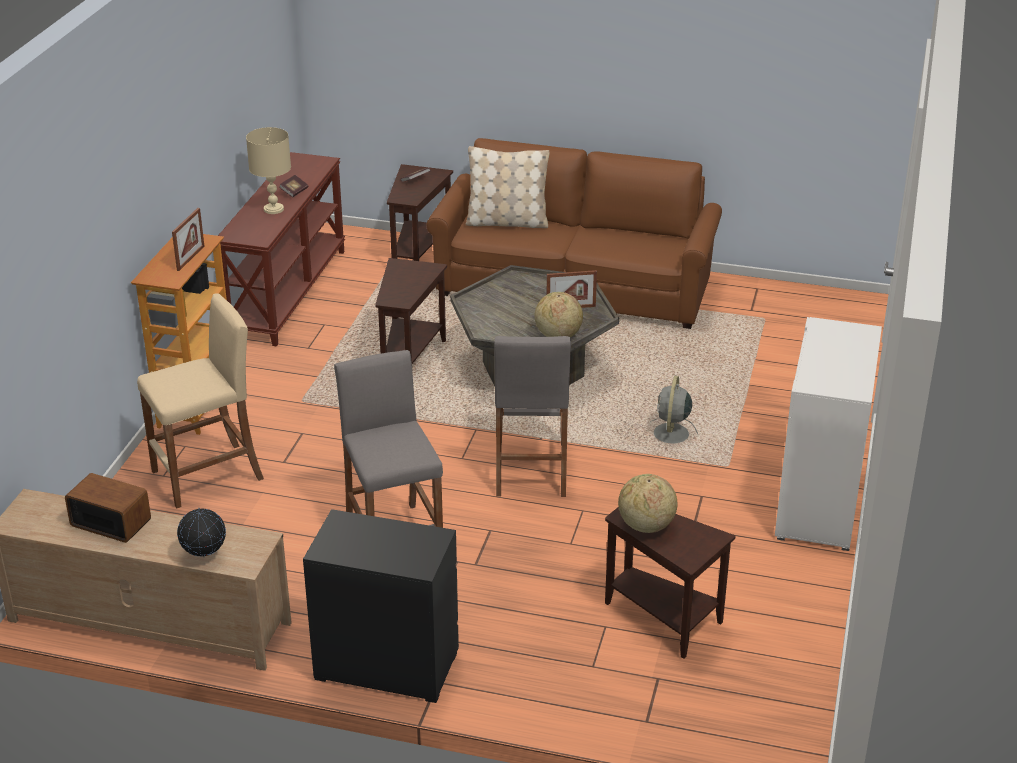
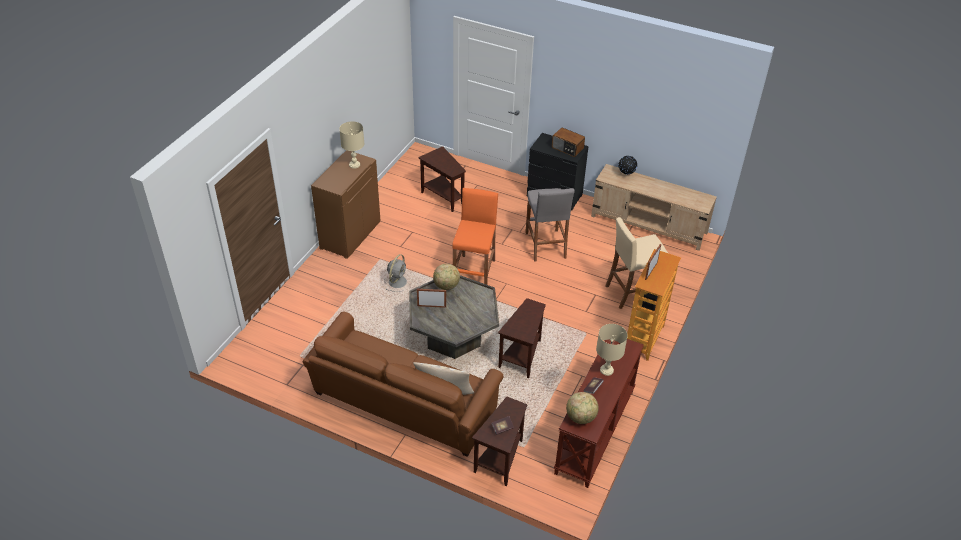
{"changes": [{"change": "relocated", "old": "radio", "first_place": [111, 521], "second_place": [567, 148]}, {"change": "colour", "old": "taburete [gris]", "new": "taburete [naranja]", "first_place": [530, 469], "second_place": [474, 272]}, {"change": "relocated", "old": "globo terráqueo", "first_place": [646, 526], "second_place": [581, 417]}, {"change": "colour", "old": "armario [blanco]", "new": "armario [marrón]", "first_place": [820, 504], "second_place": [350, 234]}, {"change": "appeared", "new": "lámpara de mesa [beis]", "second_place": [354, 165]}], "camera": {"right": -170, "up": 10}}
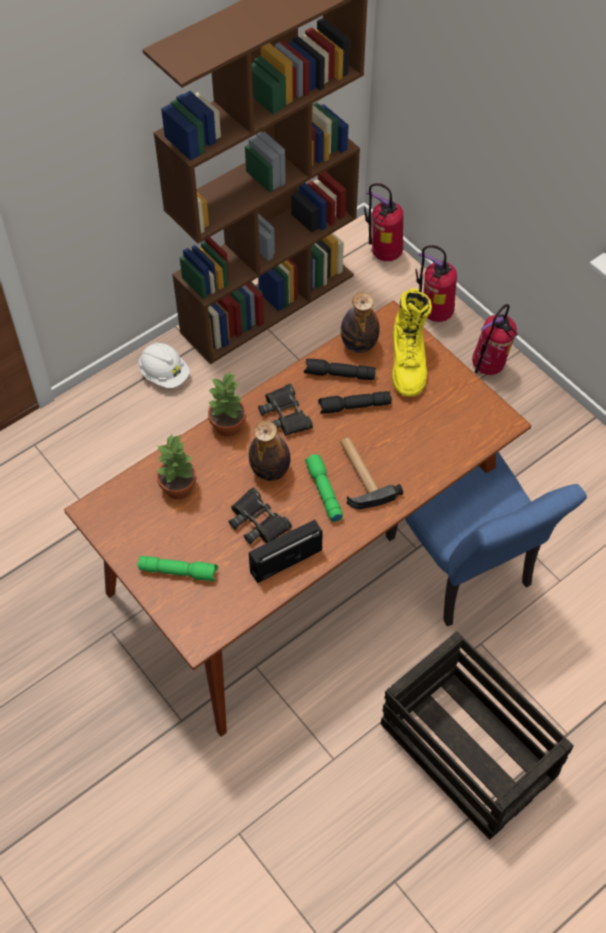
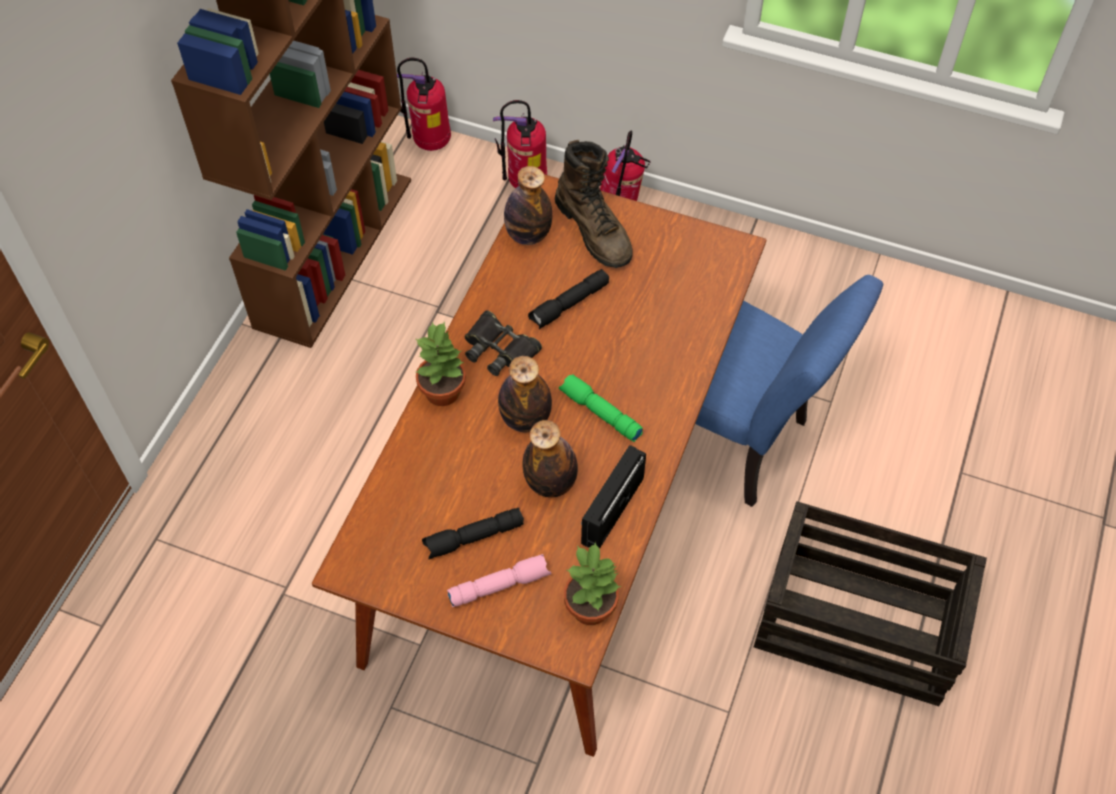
{"changes": [{"change": "colour", "old": "linterna [verde]", "new": "linterna [rosa]", "first_place": [179, 571], "second_place": [499, 584]}, {"change": "missing", "old": "casco [blanco]", "first_place": [164, 374]}, {"change": "relocated", "old": "planta en maceta", "first_place": [179, 487], "second_place": [591, 607]}, {"change": "exchanged", "old": "prismáticos [negro]", "new": "botella", "first_place": [258, 521], "second_place": [550, 482]}, {"change": "relocated", "old": "linterna [negro]", "first_place": [339, 375], "second_place": [473, 538]}, {"change": "missing", "old": "martillo", "first_place": [360, 475]}, {"change": "colour", "old": "bota [amarillo]", "new": "bota [marrón]", "first_place": [408, 362], "second_place": [594, 230]}], "camera": {"right": -30, "up": 0}}
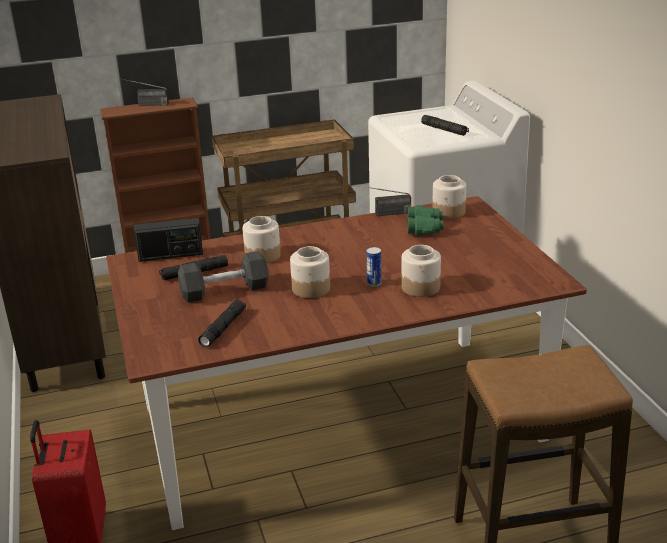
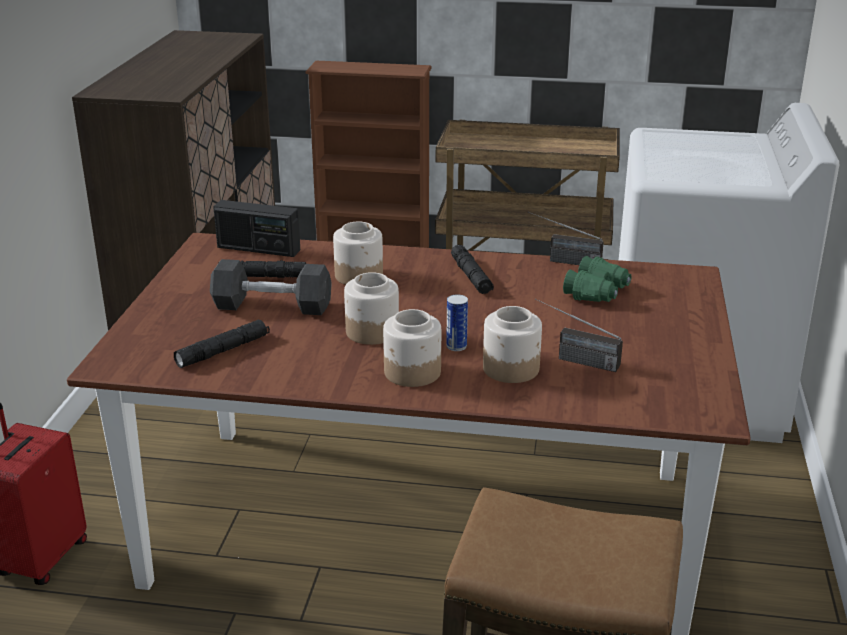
{"changes": [{"change": "relocated", "old": "radio", "first_place": [145, 105], "second_place": [573, 359]}, {"change": "relocated", "old": "linterna [negro]", "first_place": [444, 130], "second_place": [471, 276]}, {"change": "relocated", "old": "tarro", "first_place": [449, 212], "second_place": [412, 373]}], "camera": {"right": 25, "up": 0}}
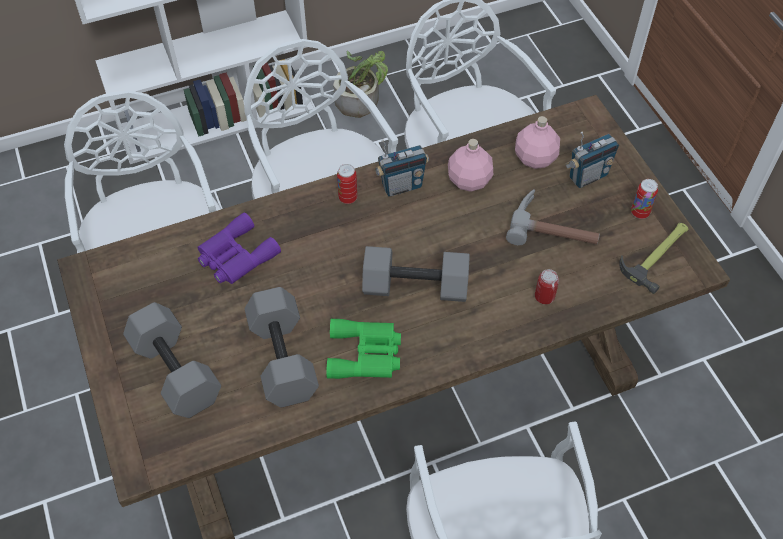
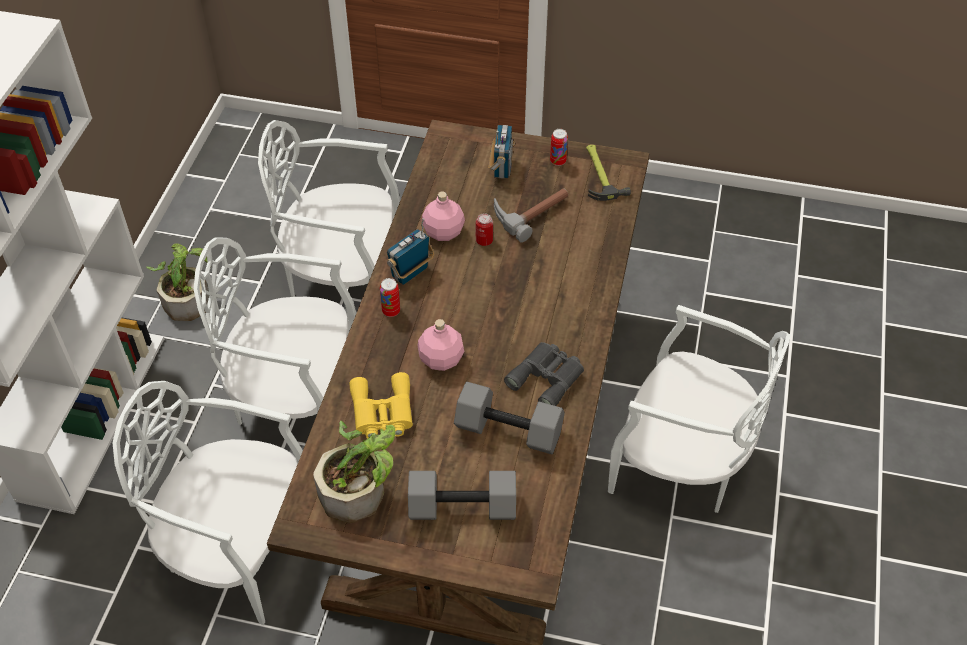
{"changes": [{"change": "colour", "old": "prismáticos [morado]", "new": "prismáticos [amarillo]", "first_place": [235, 256], "second_place": [382, 413]}, {"change": "colour", "old": "prismáticos [verde]", "new": "prismáticos [gris]", "first_place": [366, 354], "second_place": [547, 377]}, {"change": "missing", "old": "mancuerna [gris]", "first_place": [414, 288]}, {"change": "spun", "old": "radio", "first_place": [401, 186], "second_place": [410, 273], "degrees": -150}, {"change": "relocated", "old": "botella [rosa]", "first_place": [535, 158], "second_place": [441, 359]}, {"change": "relocated", "old": "lata", "first_place": [544, 297], "second_place": [484, 240]}, {"change": "appeared", "new": "planta en maceta", "second_place": [360, 489]}], "camera": {"right": -55, "up": -5}}
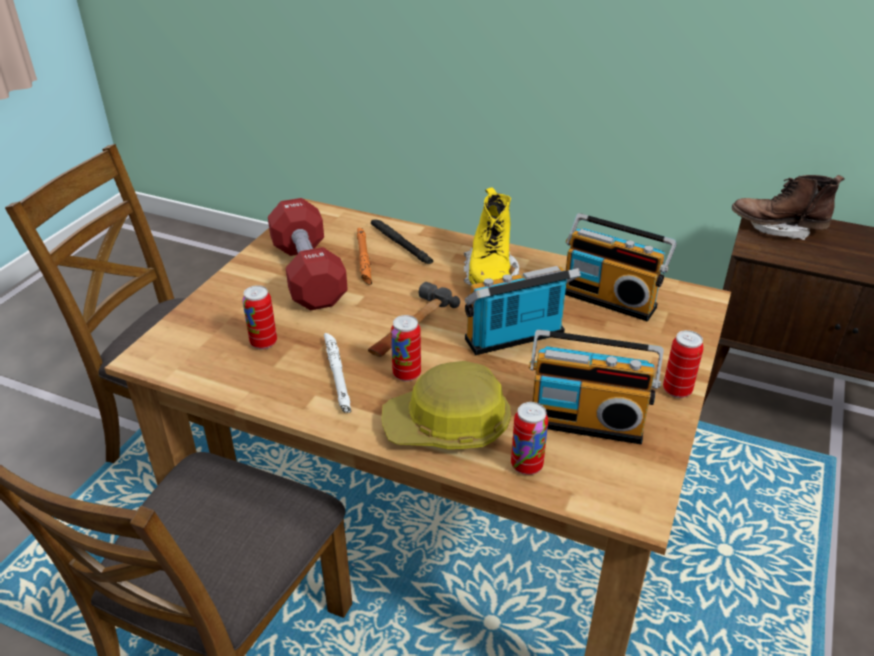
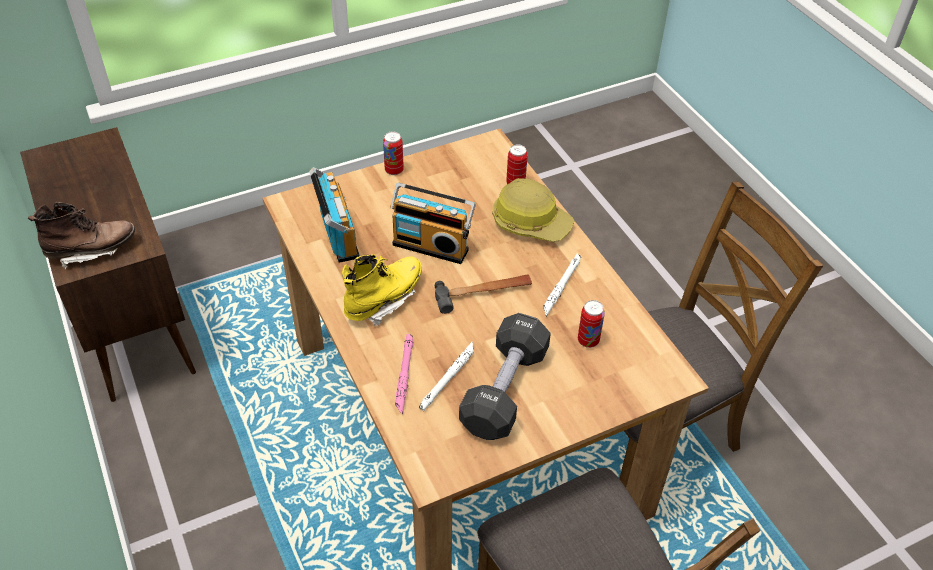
{"changes": [{"change": "colour", "old": "mancuerna [rojo]", "new": "mancuerna [negro]", "first_place": [308, 274], "second_place": [504, 390]}, {"change": "colour", "old": "linterna [naranja]", "new": "linterna [blanco]", "first_place": [364, 259], "second_place": [448, 378]}, {"change": "colour", "old": "linterna [negro]", "new": "linterna [rosa]", "first_place": [401, 245], "second_place": [404, 375]}, {"change": "missing", "old": "lata", "first_place": [406, 374]}, {"change": "missing", "old": "radio", "first_place": [586, 420]}, {"change": "spun", "old": "bota [marrón]", "first_place": [777, 228], "second_place": [92, 250], "degrees": -75}], "camera": {"right": -140, "up": 10}}
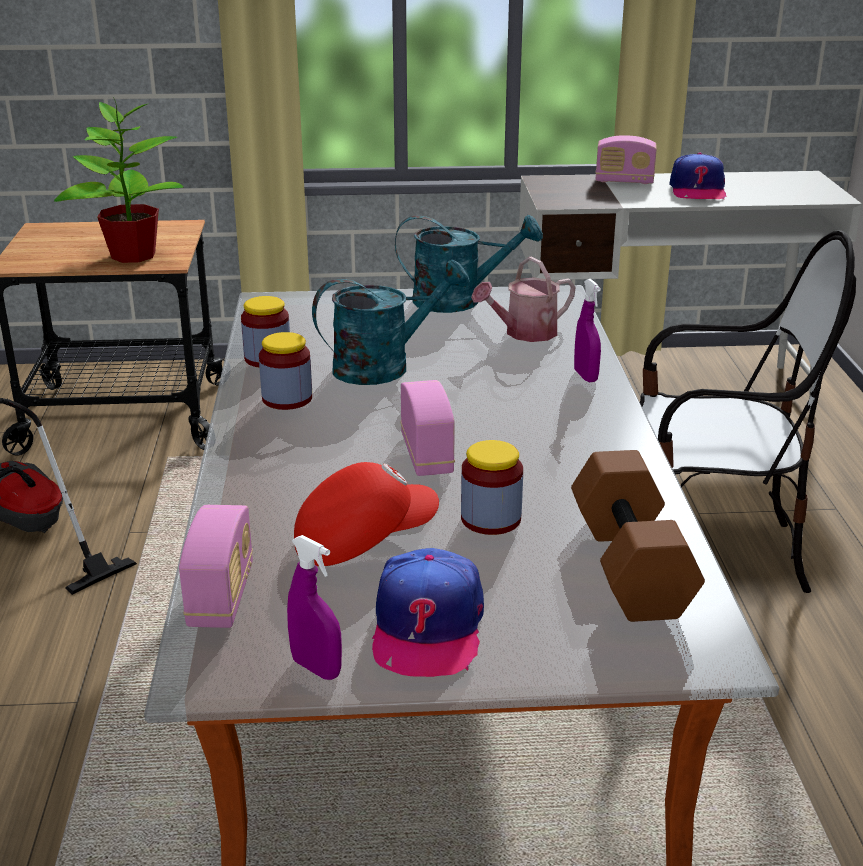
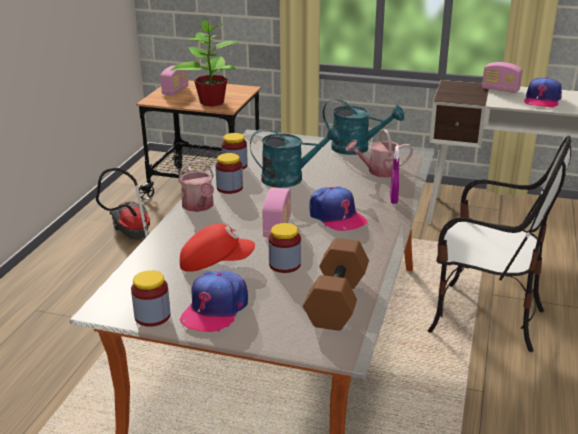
{"changes": [{"change": "relocated", "old": "radio", "first_place": [221, 597], "second_place": [175, 91]}, {"change": "exchanged", "old": "pulverizador [morado]", "new": "tarro", "first_place": [316, 668], "second_place": [152, 316]}, {"change": "appeared", "new": "regadera", "second_place": [199, 206]}, {"change": "appeared", "new": "gorra", "second_place": [336, 216]}], "camera": {"right": 20, "up": 0}}
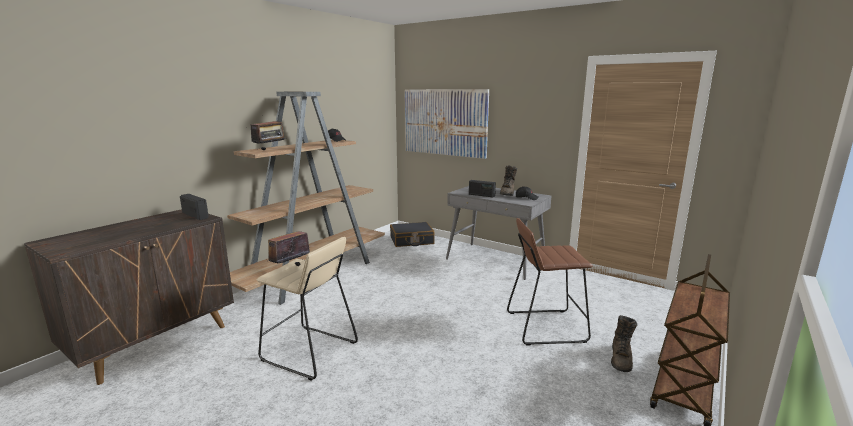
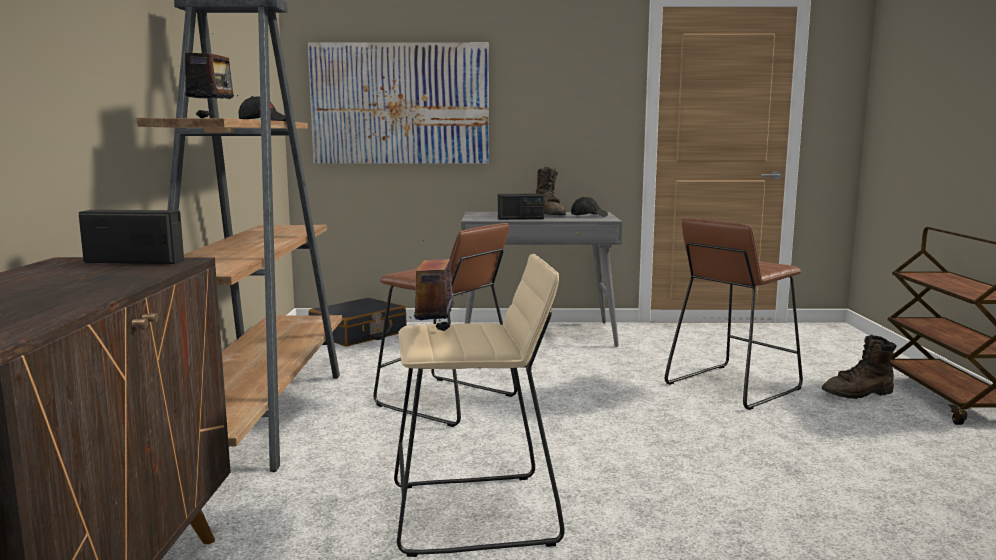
{"changes": [{"change": "spun", "old": "bota [marrón]", "first_place": [621, 359], "second_place": [858, 394], "degrees": 90}, {"change": "appeared", "new": "taburete [marrón]", "second_place": [445, 401]}], "camera": {"right": -35, "up": -5}}
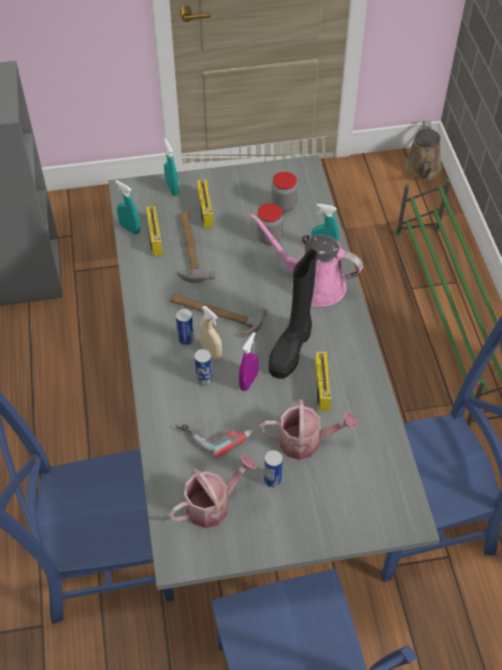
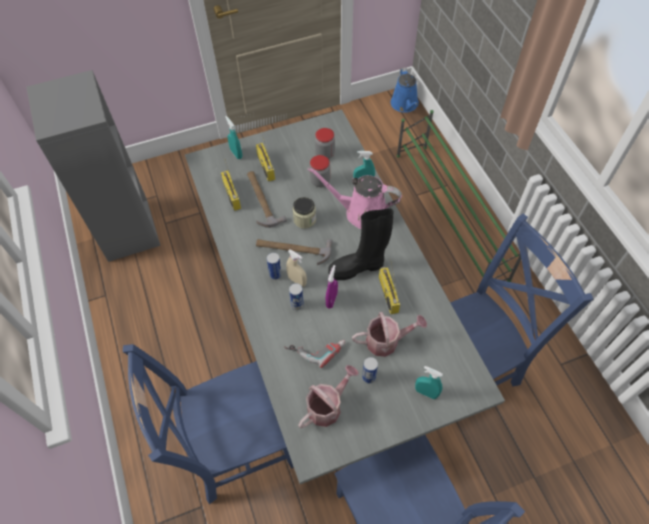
{"changes": [{"change": "relocated", "old": "pulverizador [turquesa]", "first_place": [130, 229], "second_place": [426, 392]}, {"change": "spun", "old": "bota [negro]", "first_place": [291, 348], "second_place": [358, 267], "degrees": 60}, {"change": "colour", "old": "regadera [marrón]", "new": "regadera [azul]", "first_place": [422, 170], "second_place": [405, 105]}, {"change": "appeared", "new": "tarro", "second_place": [304, 219]}], "camera": {"right": -10, "up": 5}}
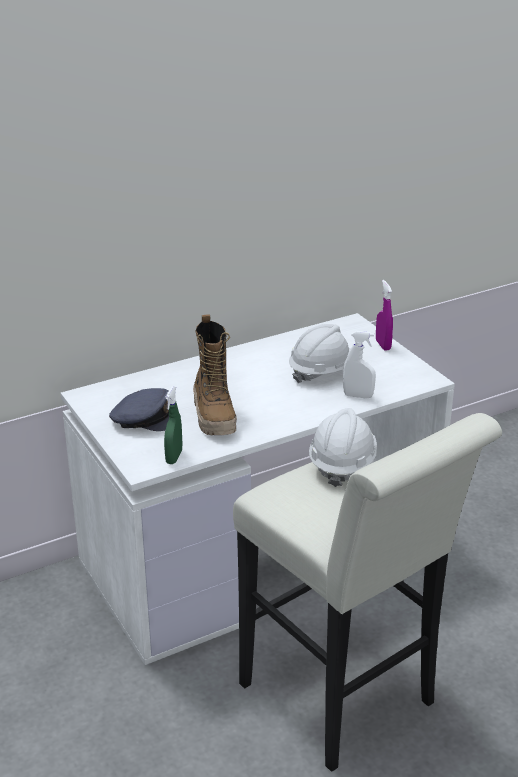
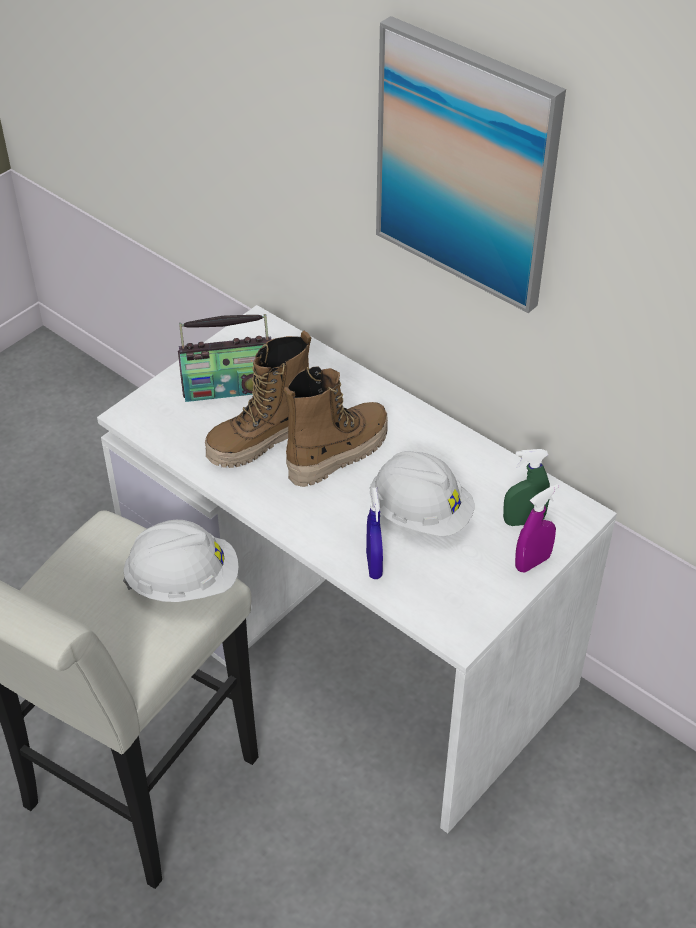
{"changes": [{"change": "exchanged", "old": "gorra [gris]", "new": "radio", "first_place": [144, 419], "second_place": [229, 385]}, {"change": "relocated", "old": "pulverizador [verde]", "first_place": [174, 457], "second_place": [523, 521]}, {"change": "colour", "old": "pulverizador [blanco]", "new": "pulverizador [azul]", "first_place": [358, 396], "second_place": [374, 565]}, {"change": "appeared", "new": "bota", "second_place": [337, 453]}, {"change": "appeared", "new": "cuadro", "second_place": [466, 165]}], "camera": {"right": 70, "up": 15}}
